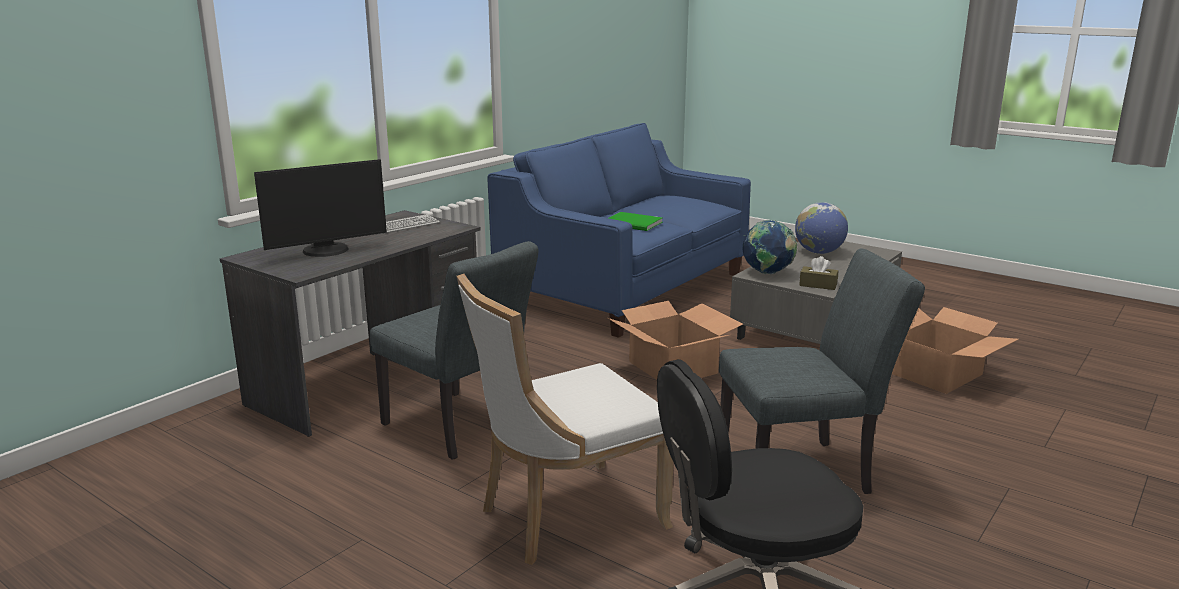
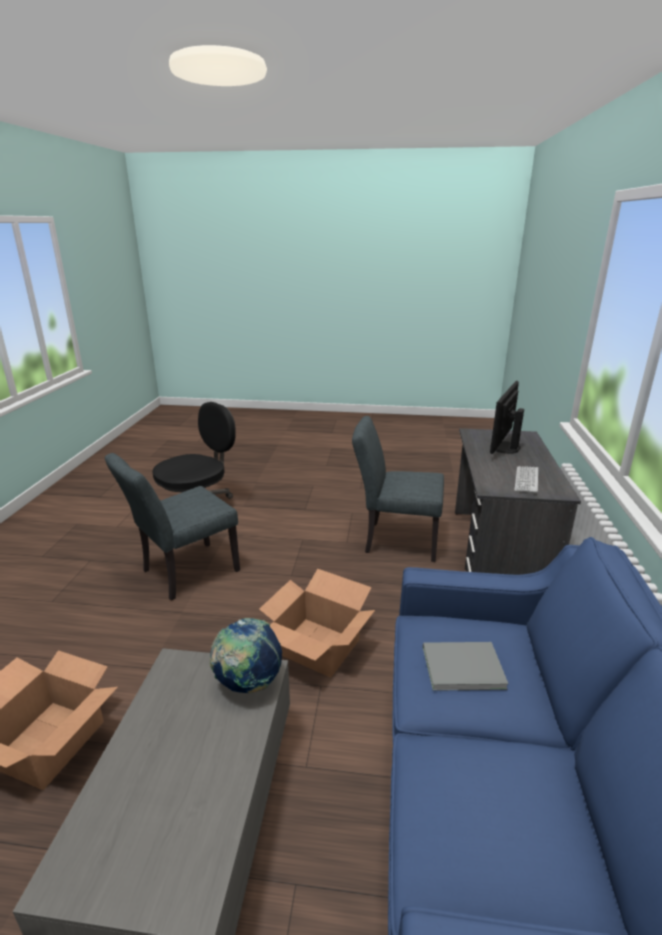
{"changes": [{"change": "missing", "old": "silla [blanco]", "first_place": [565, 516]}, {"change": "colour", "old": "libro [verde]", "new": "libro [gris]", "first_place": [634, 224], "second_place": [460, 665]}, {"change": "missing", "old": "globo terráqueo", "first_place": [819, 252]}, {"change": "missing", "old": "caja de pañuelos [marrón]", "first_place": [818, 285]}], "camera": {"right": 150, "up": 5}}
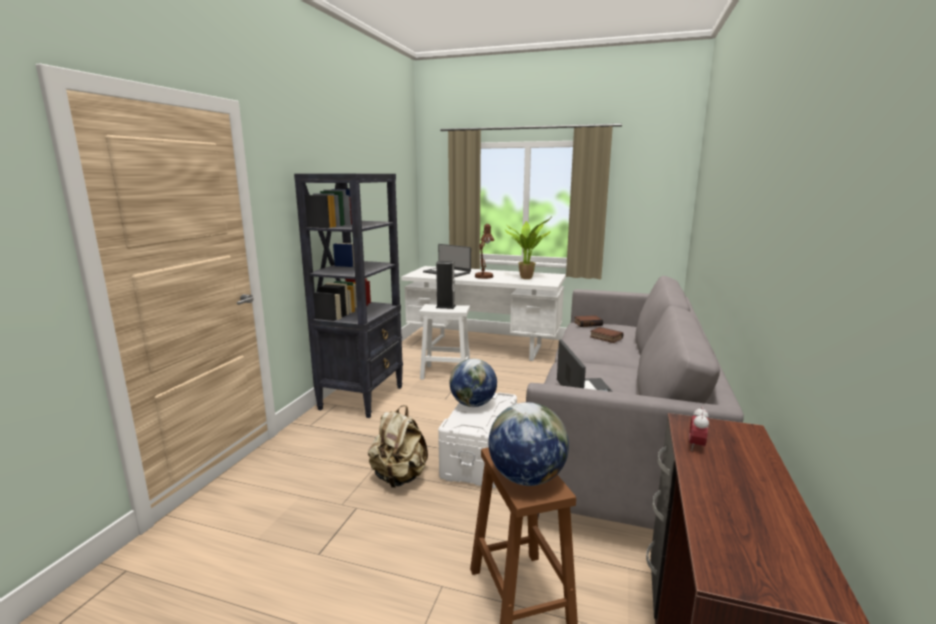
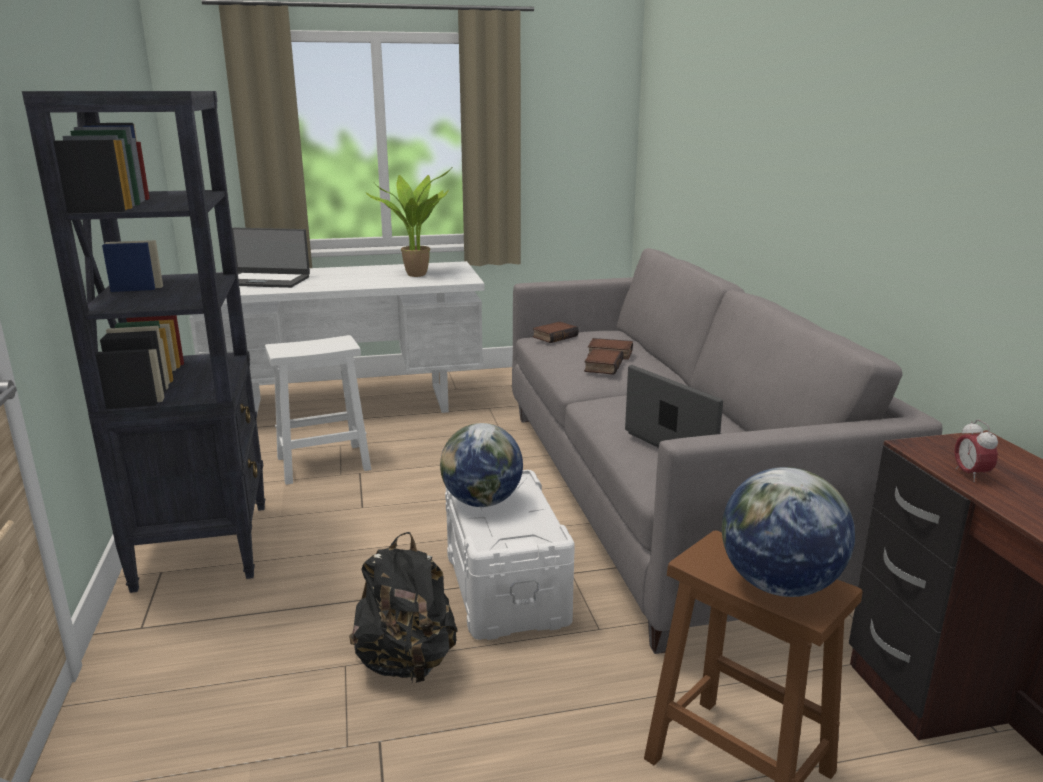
{"changes": [{"change": "colour", "old": "mochila [beis]", "new": "mochila [negro]", "first_place": [399, 477], "second_place": [406, 662]}, {"change": "missing", "old": "altavoz", "first_place": [445, 306]}, {"change": "missing", "old": "lámpara de mesa [marrón]", "first_place": [484, 276]}, {"change": "appeared", "new": "libro", "second_place": [602, 366]}], "camera": {"right": -30, "up": 5}}
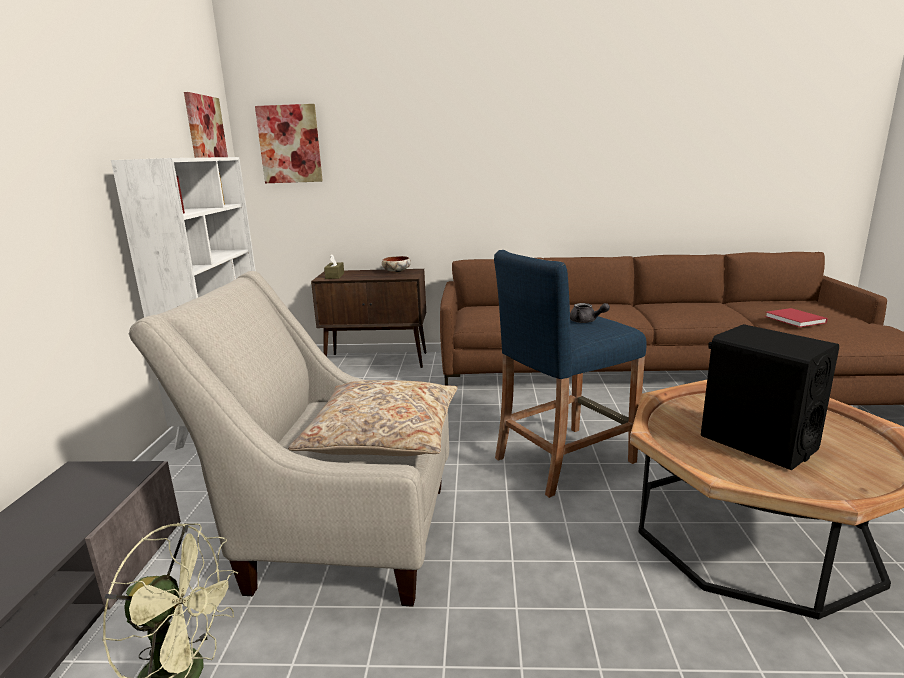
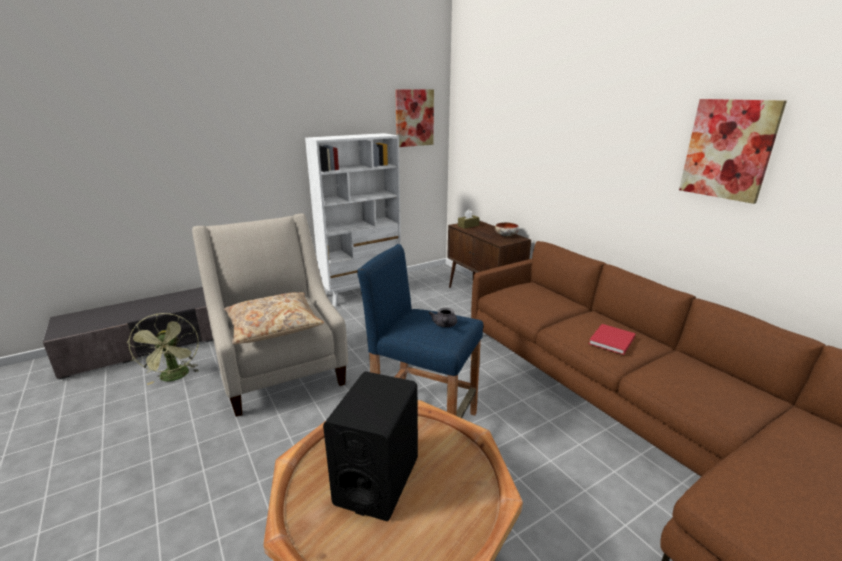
{"changes": [{"change": "relocated", "old": "cuadro", "first_place": [290, 144], "second_place": [728, 149]}, {"change": "relocated", "old": "libro [rojo]", "first_place": [796, 320], "second_place": [611, 341]}], "camera": {"right": 55, "up": 5}}
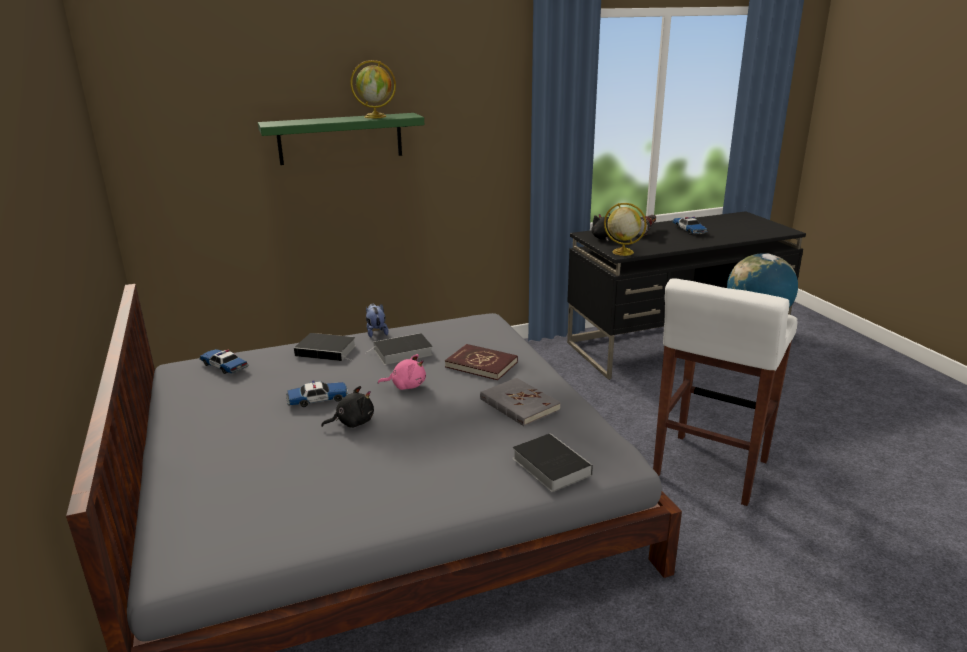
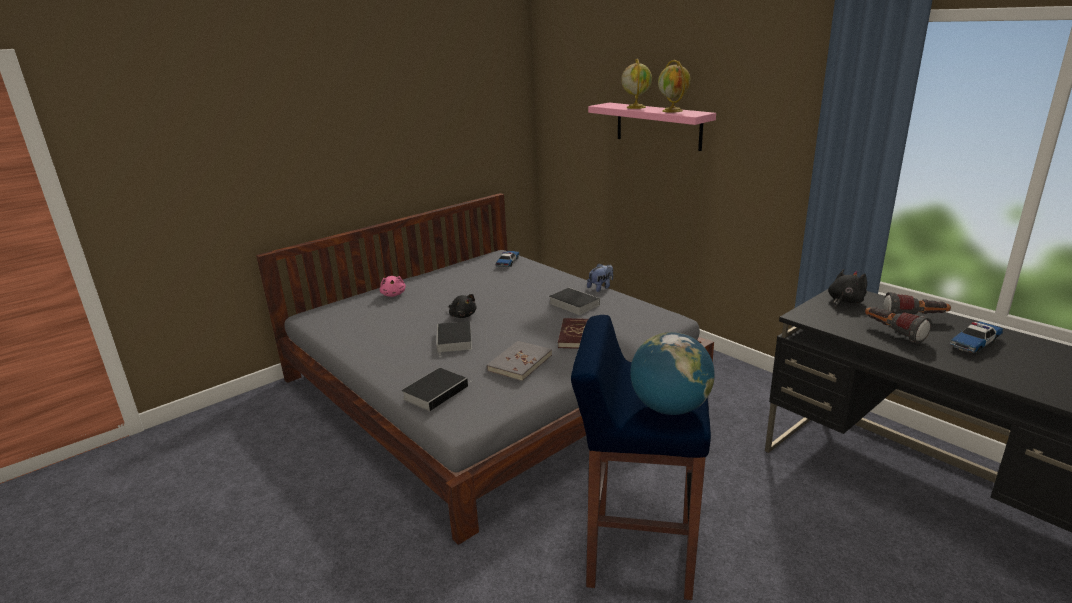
{"changes": [{"change": "colour", "old": "estante [verde]", "new": "estante [rosa]", "first_place": [340, 138], "second_place": [658, 126]}, {"change": "missing", "old": "coche de juguete", "first_place": [318, 399]}, {"change": "relocated", "old": "libro", "first_place": [328, 350], "second_place": [455, 341]}, {"change": "relocated", "old": "peluche [rosa]", "first_place": [406, 385], "second_place": [393, 294]}, {"change": "relocated", "old": "globo terráqueo", "first_place": [622, 252], "second_place": [636, 107]}, {"change": "colour", "old": "taburete [blanco]", "new": "taburete [azul]", "first_place": [709, 469], "second_place": [638, 551]}, {"change": "appeared", "new": "linterna", "second_place": [892, 333]}], "camera": {"right": 70, "up": 0}}
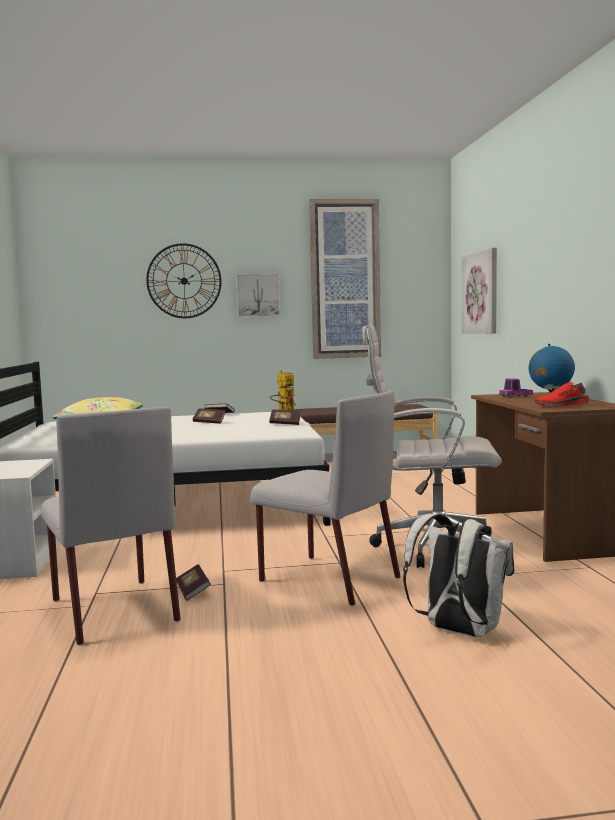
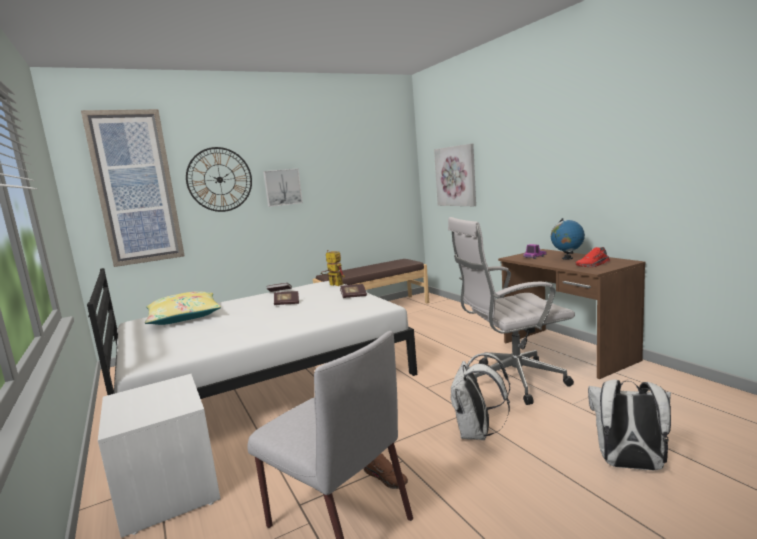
{"changes": [{"change": "exchanged", "old": "libro", "new": "zapato [marrón]", "first_place": [193, 591], "second_place": [386, 477]}, {"change": "exchanged", "old": "silla [gris]", "new": "mochila [blanco]", "first_place": [327, 579], "second_place": [477, 433]}, {"change": "relocated", "old": "cuadro", "first_place": [345, 279], "second_place": [136, 188]}], "camera": {"right": -20, "up": 5}}
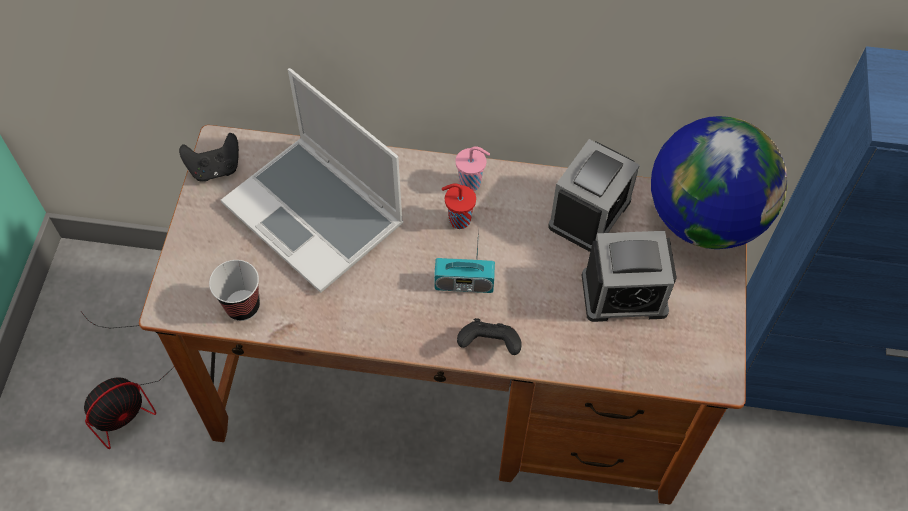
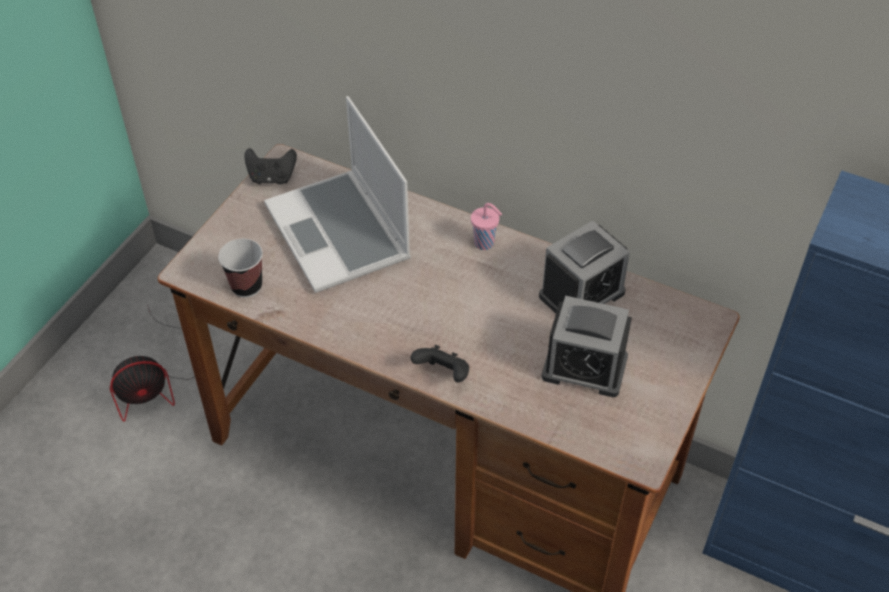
{"changes": [{"change": "missing", "old": "radio", "first_place": [464, 283]}, {"change": "missing", "old": "taza [rojo]", "first_place": [458, 220]}, {"change": "missing", "old": "globo terráqueo", "first_place": [704, 217]}], "camera": {"right": 20, "up": -10}}
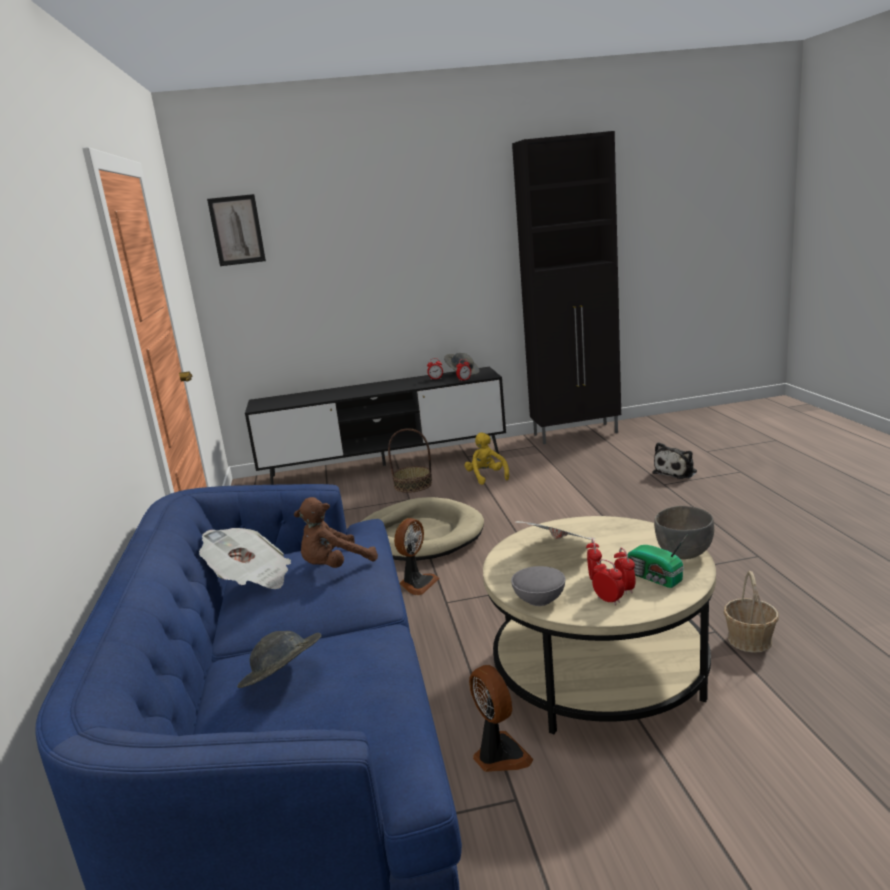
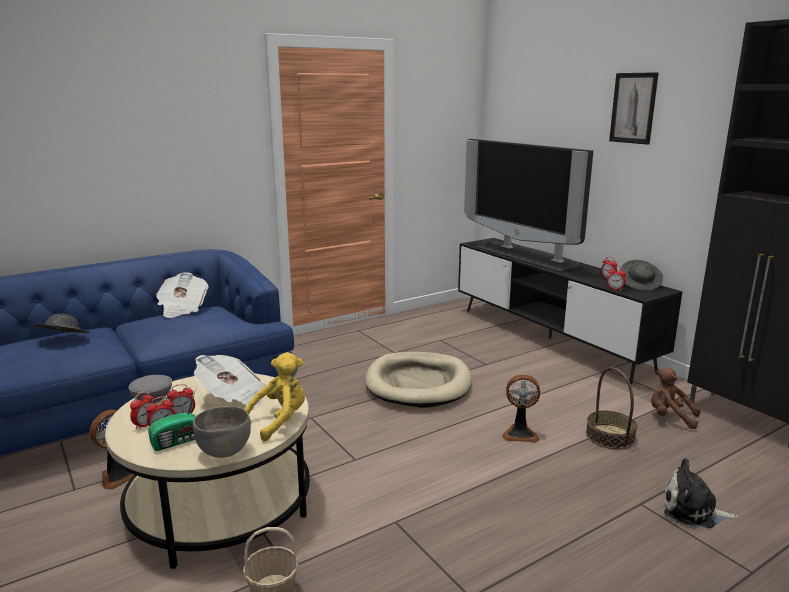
{"changes": [{"change": "relocated", "old": "cuadro", "first_place": [237, 230], "second_place": [633, 108]}, {"change": "relocated", "old": "peluche [marrón]", "first_place": [335, 567], "second_place": [670, 418]}, {"change": "relocated", "old": "cesta", "first_place": [413, 485], "second_place": [610, 436]}, {"change": "relocated", "old": "ventilador", "first_place": [417, 583], "second_place": [520, 433]}, {"change": "relocated", "old": "peluche [amarillo]", "first_place": [486, 477], "second_place": [279, 421]}, {"change": "spun", "old": "radio", "first_place": [655, 578], "second_place": [178, 441], "degrees": -150}, {"change": "appeared", "new": "televisor", "second_place": [527, 256]}], "camera": {"right": 65, "up": 0}}
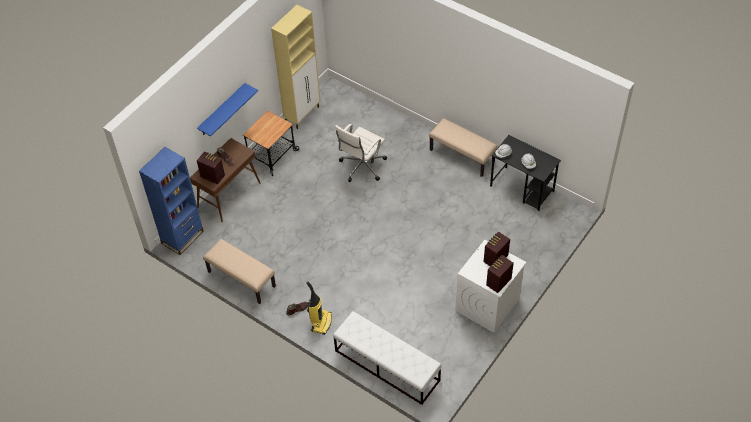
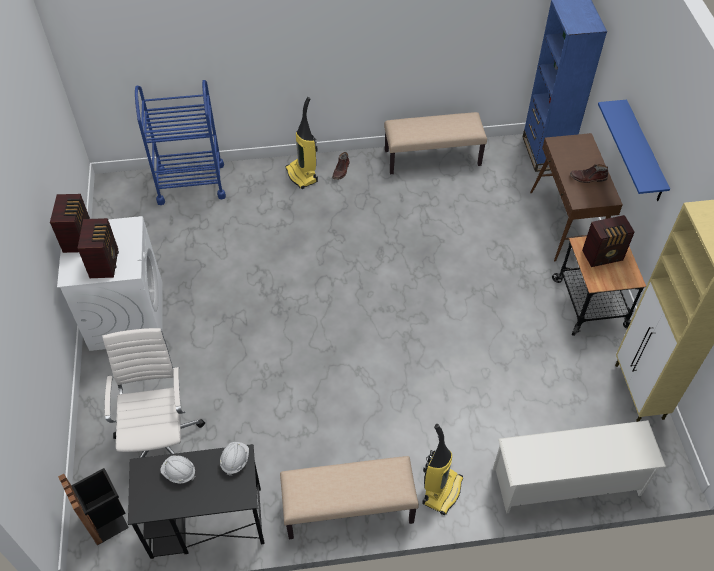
{"changes": [{"change": "relocated", "old": "radio", "first_place": [212, 176], "second_place": [603, 256]}, {"change": "exchanged", "old": "banco [blanco]", "new": "carrito [azul]", "first_place": [386, 365], "second_place": [191, 183]}, {"change": "relocated", "old": "silla de oficina [blanco]", "first_place": [361, 167], "second_place": [160, 439]}, {"change": "appeared", "new": "papelera [negro]", "second_place": [107, 519]}, {"change": "appeared", "new": "aspiradora", "second_place": [441, 490]}, {"change": "appeared", "new": "zapatero [blanco]", "second_place": [567, 482]}], "camera": {"right": 135, "up": 0}}
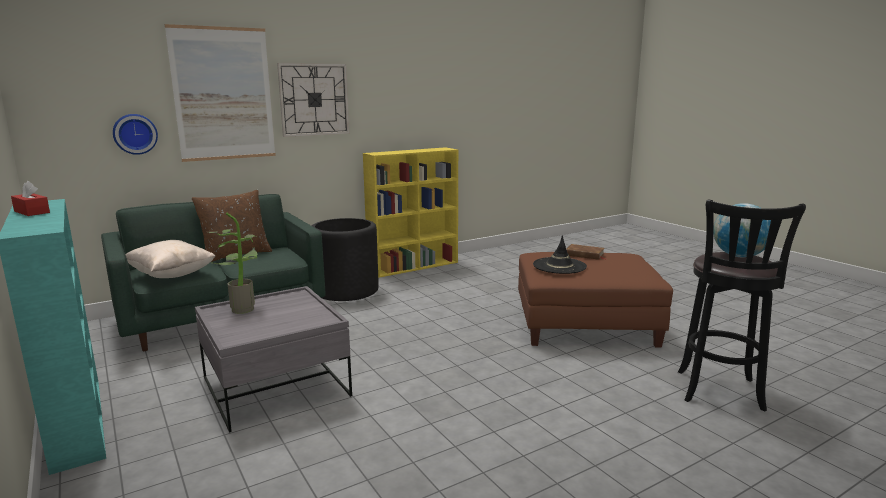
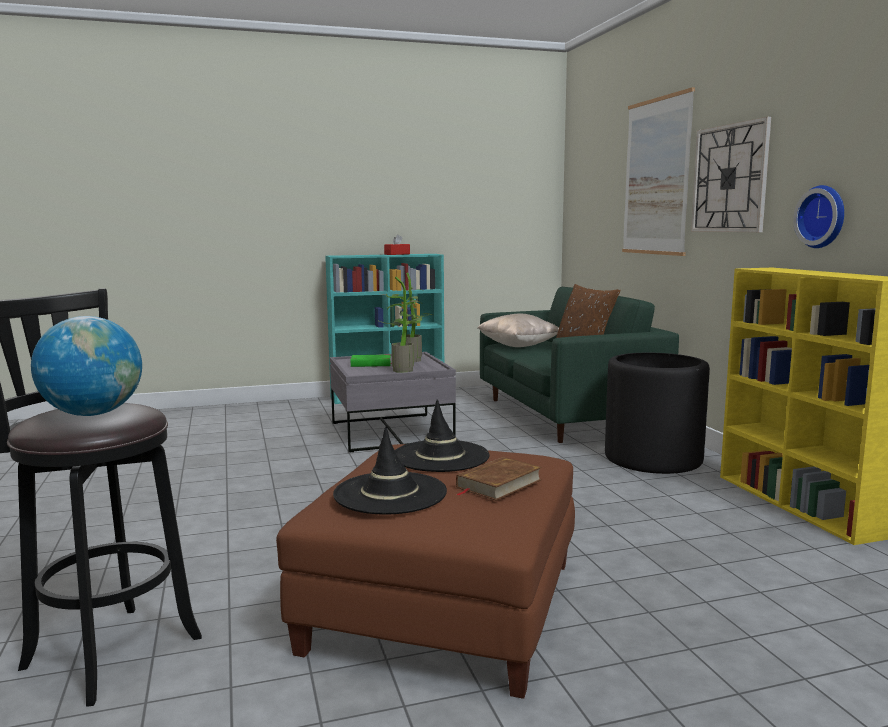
{"changes": [{"change": "relocated", "old": "reloj de pared", "first_place": [135, 134], "second_place": [823, 217]}, {"change": "appeared", "new": "sombrero [negro]", "second_place": [390, 493]}, {"change": "appeared", "new": "libro [verde]", "second_place": [371, 364]}, {"change": "appeared", "new": "planta en maceta", "second_place": [403, 369]}], "camera": {"right": 105, "up": -5}}
